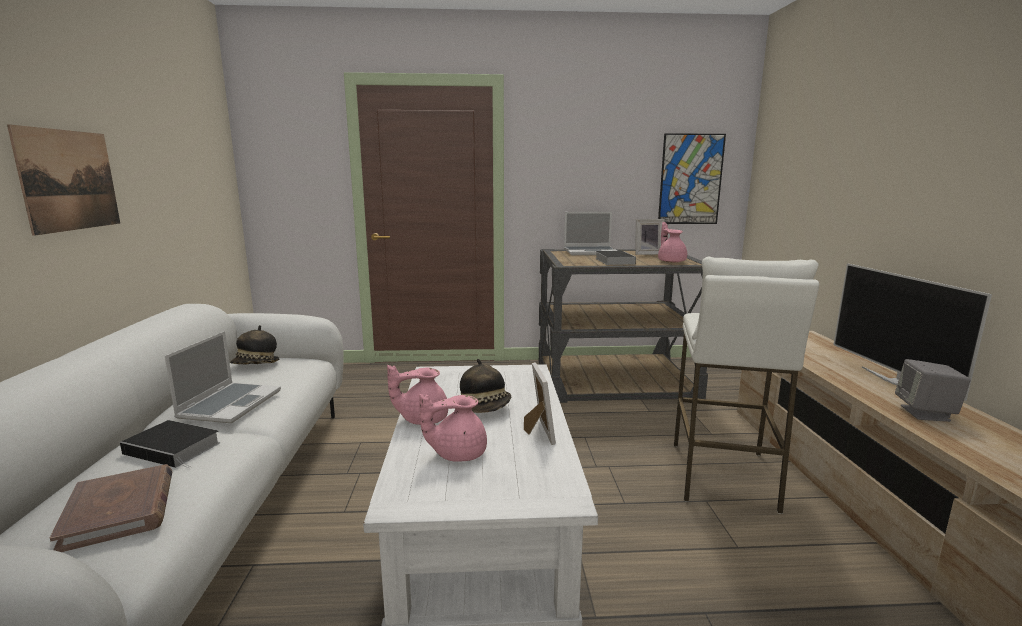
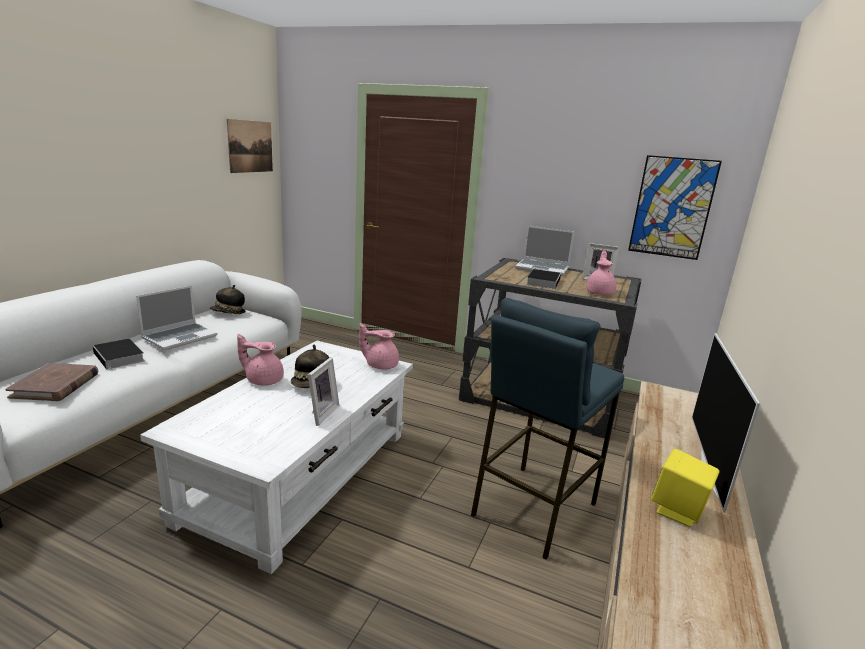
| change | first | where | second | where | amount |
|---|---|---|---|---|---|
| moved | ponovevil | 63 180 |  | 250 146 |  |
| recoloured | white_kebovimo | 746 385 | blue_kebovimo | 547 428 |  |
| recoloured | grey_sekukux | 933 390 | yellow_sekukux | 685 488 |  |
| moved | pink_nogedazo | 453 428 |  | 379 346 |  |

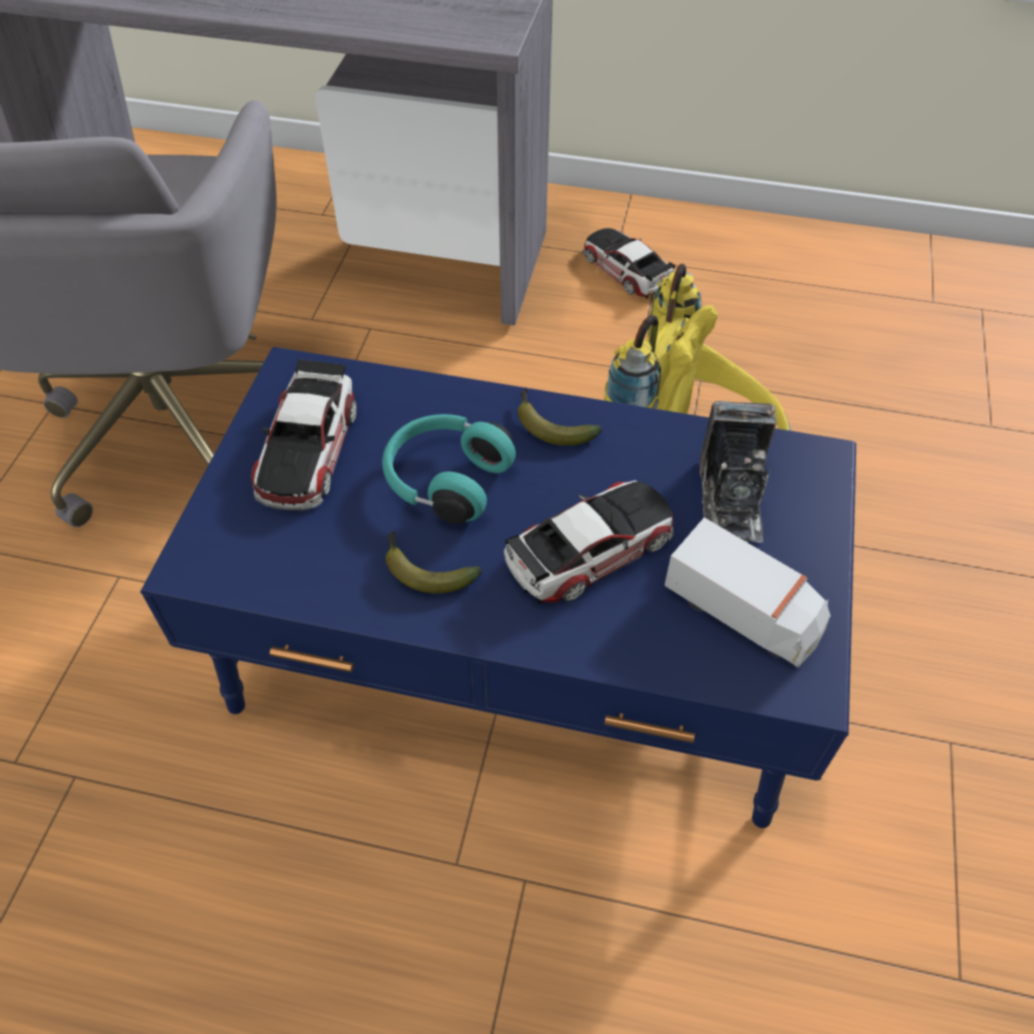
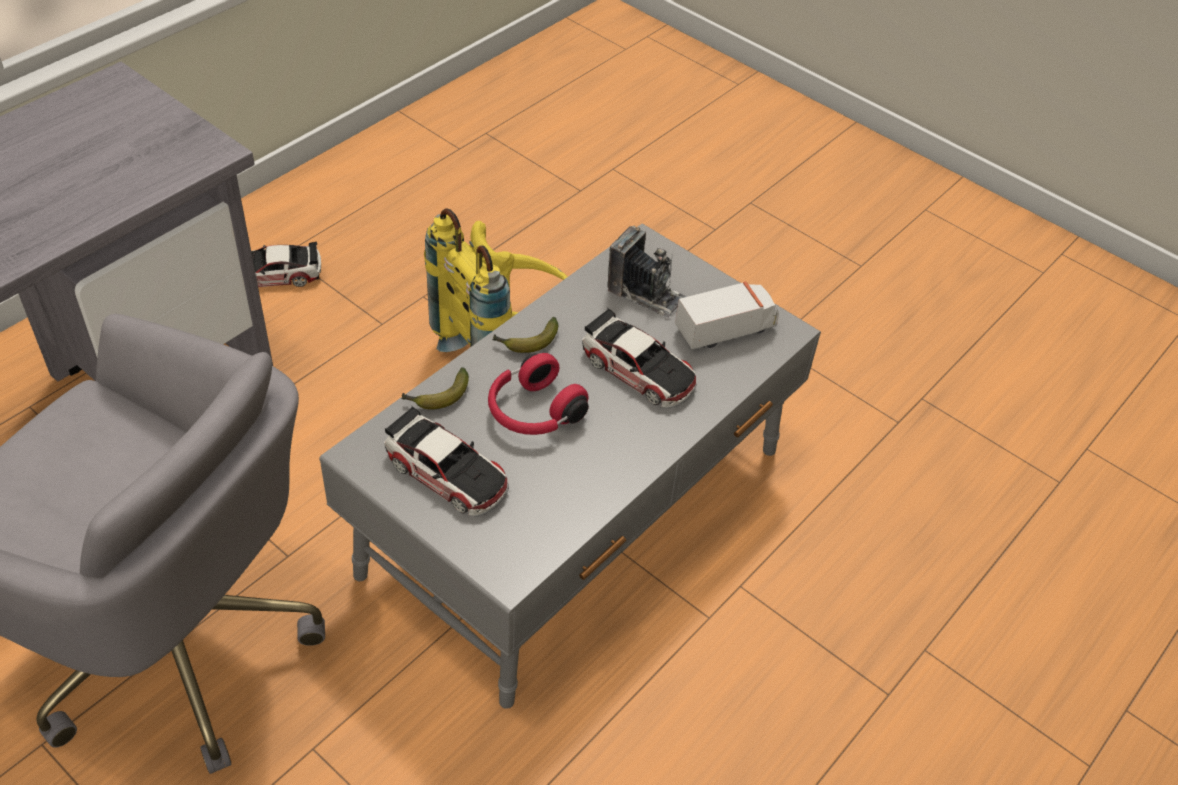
| change | first | where | second | where | amount |
|---|---|---|---|---|---|
| recoloured | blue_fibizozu | 498 587 | grey_fibizozu | 570 466 |  |
| recoloured | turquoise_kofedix | 449 469 | red_kofedix | 538 394 |  |
| turned | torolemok | 589 542 |  | 639 358 | 135 degrees clockwise |
| moved | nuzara | 433 561 |  | 435 388 |  |

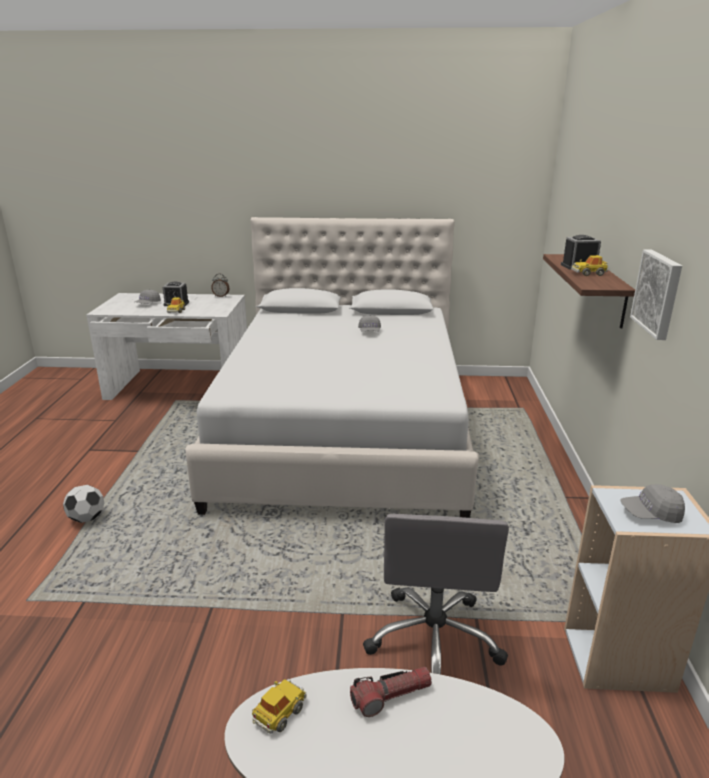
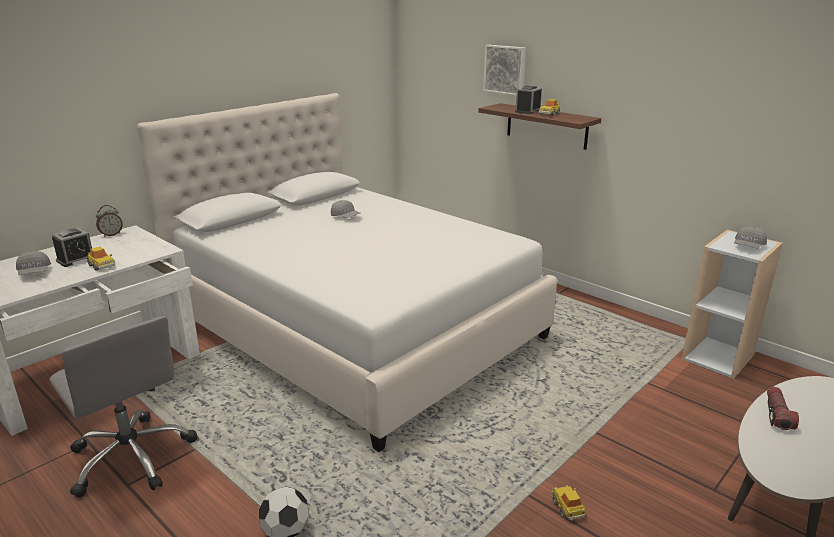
| change | first | where | second | where | amount |
|---|---|---|---|---|---|
| moved | ponovevil | 656 294 |  | 504 70 |  |
| moved | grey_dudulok | 436 594 |  | 123 407 |  |
| moved | torolemok | 279 706 |  | 569 502 |  |

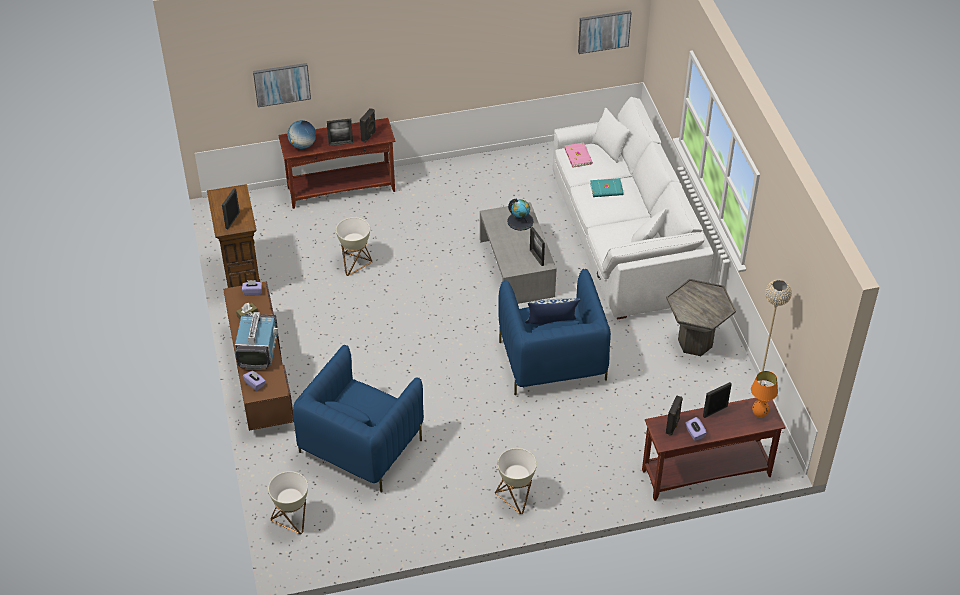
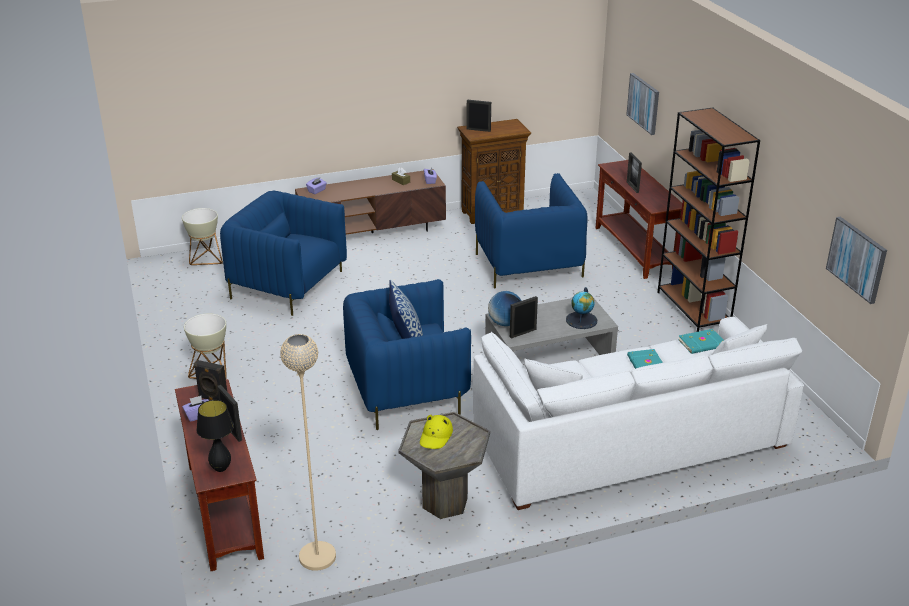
| change | first | where | second | where | amount |
|---|---|---|---|---|---|
| removed | black_sekukux | 368 125 |  |  |  |
| moved | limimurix | 301 134 |  | 505 308 |  |
| recoloured | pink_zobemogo | 578 155 | turquoise_zobemogo | 701 341 |  |
| replaced | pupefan | 354 246 | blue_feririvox | 531 231 |  |
| removed | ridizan | 256 341 |  |  |  |
| recoloured | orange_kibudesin | 764 394 | black_kibudesin | 215 436 |  |
| added |  |  | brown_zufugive | 708 220 |  |
| added |  |  | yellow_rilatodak | 436 432 |  |

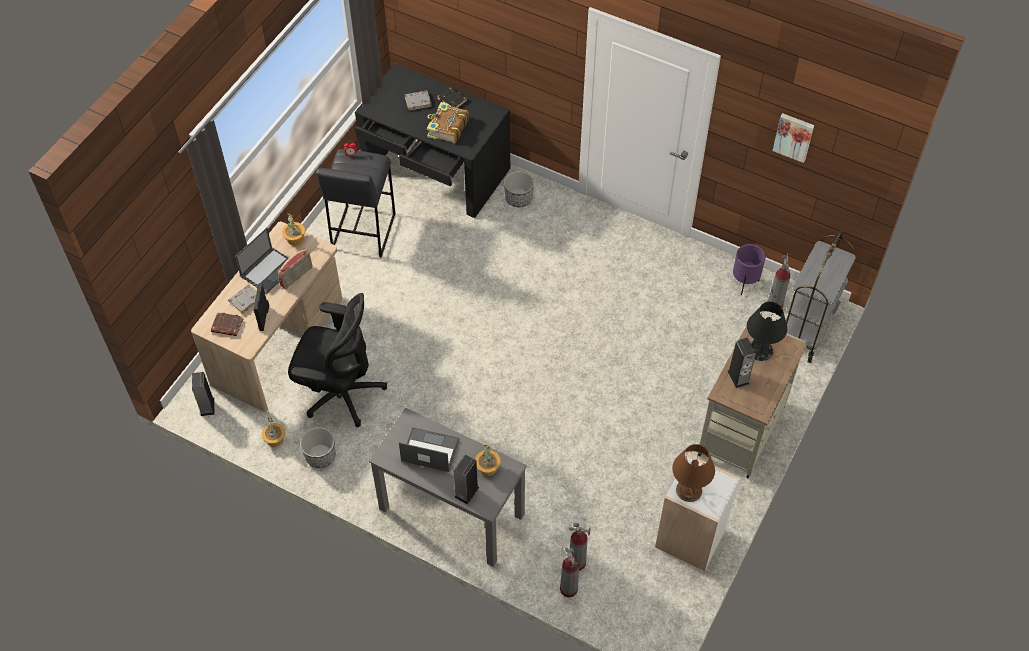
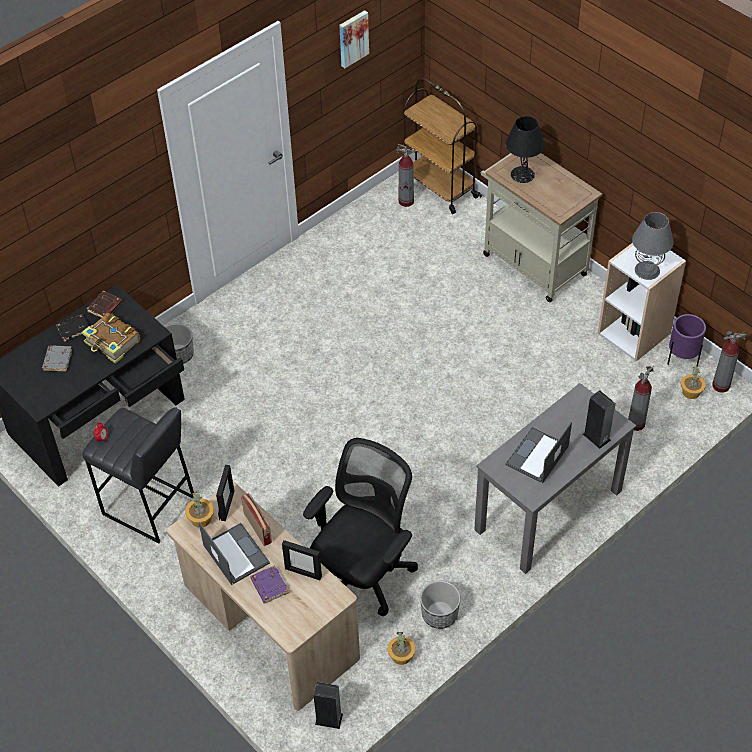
| change | first | where | second | where | amount |
|---|---|---|---|---|---|
| recoloured | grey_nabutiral | 821 296 | brown_nabutiral | 443 146 |  |
| moved | purple_pupefan | 749 269 |  | 687 340 |  |
| recoloured | grey_zobemogo | 242 299 | purple_zobemogo | 270 584 |  |
| moved | brown_zobemogo | 227 324 |  | 104 304 |  |
| removed | sekukux | 742 363 |  |  |  |
| recoloured | brown_kibudesin | 693 473 | grey_kibudesin | 653 246 |  |
| moved | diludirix | 488 460 |  | 693 382 |  |
| moved | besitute | 569 572 |  | 729 362 |  |
| added |  |  | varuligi | 225 493 |  |

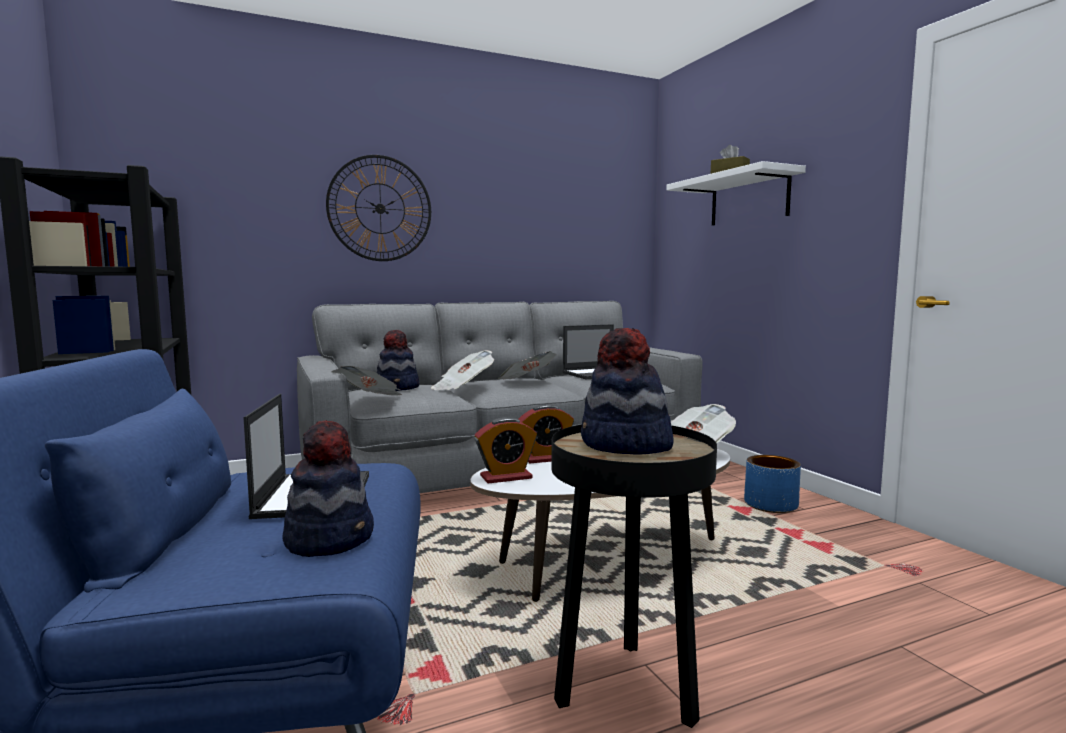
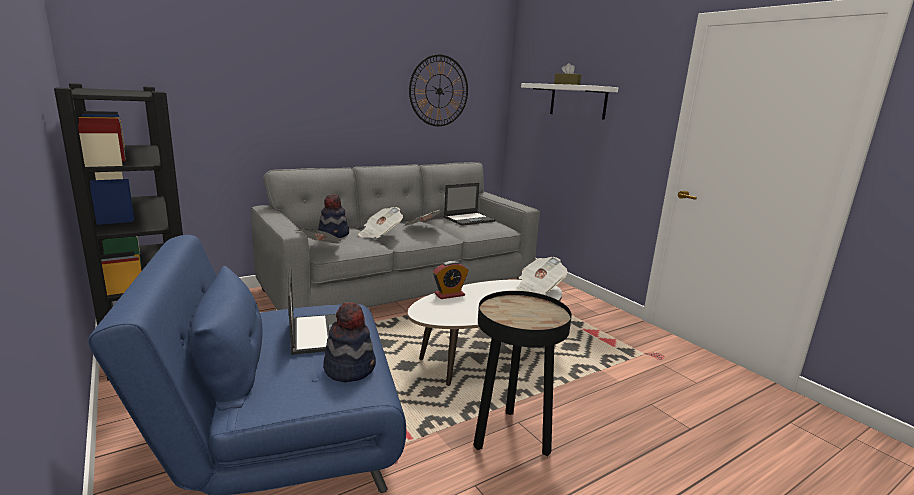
| change | first | where | second | where | amount |
|---|---|---|---|---|---|
| moved | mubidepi | 378 208 |  | 438 90 |  |
| removed | rilatodak | 627 391 |  |  |  |
| removed | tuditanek | 505 450 |  |  |  |
| removed | blue_pupefan | 772 484 |  |  |  |

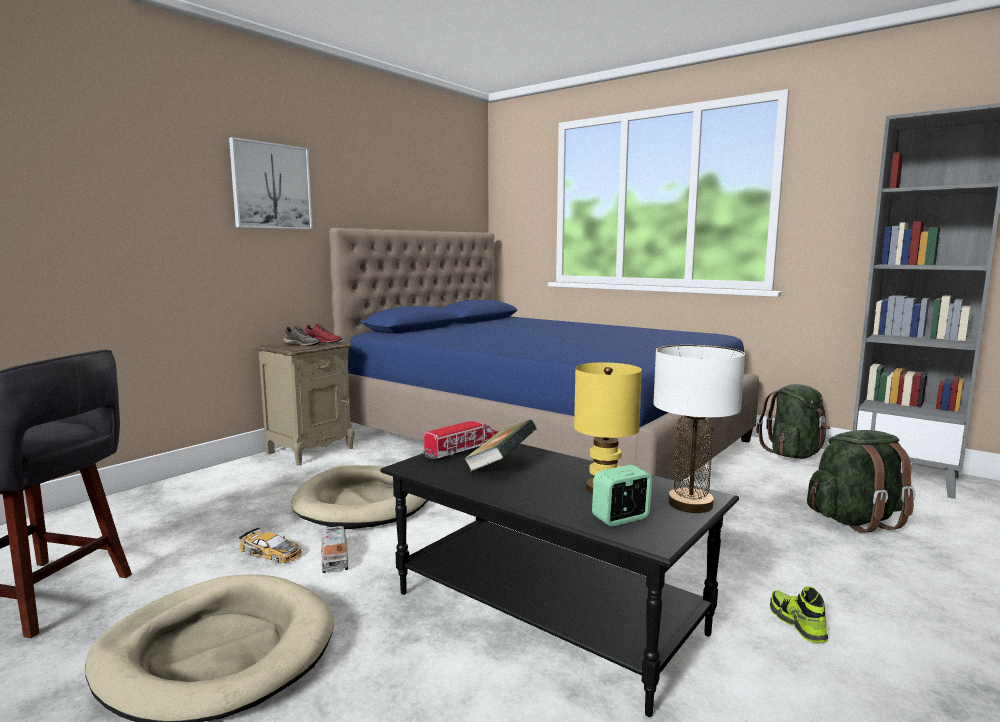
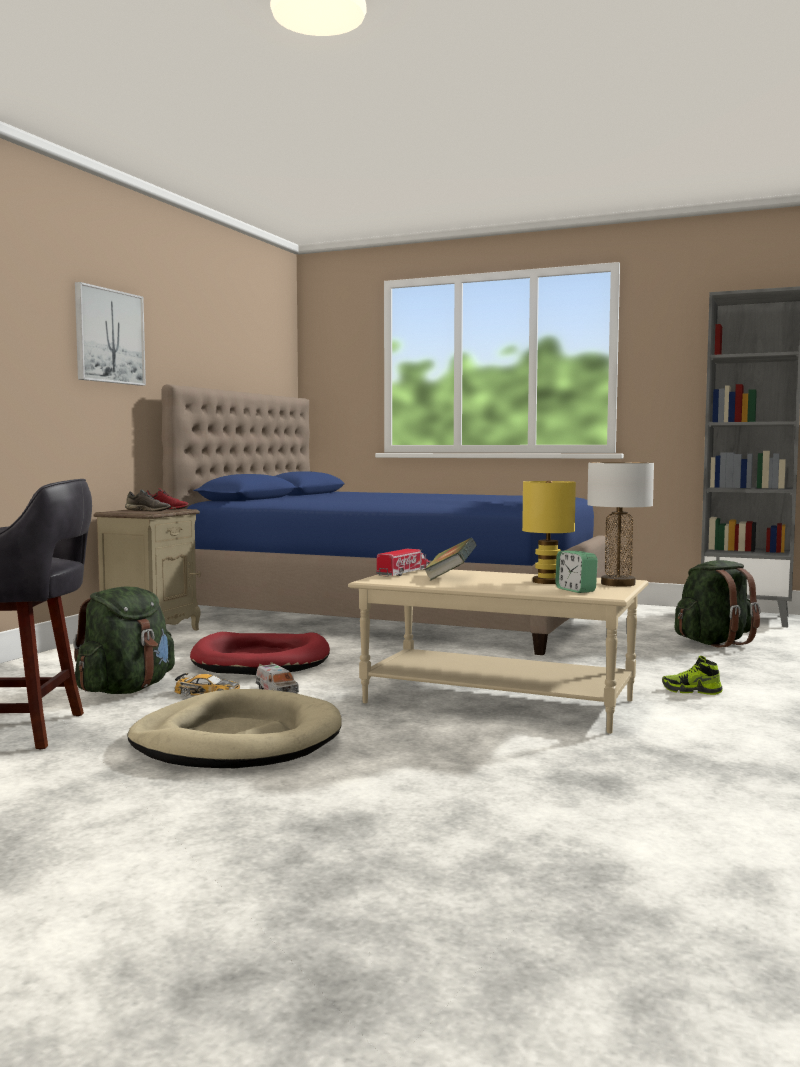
| change | first | where | second | where | amount |
|---|---|---|---|---|---|
| moved | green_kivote | 793 421 |  | 124 640 |  |
| recoloured | black_fibizozu | 559 580 | beige_fibizozu | 498 651 |  |
| recoloured | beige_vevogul | 359 497 | red_vevogul | 260 653 |  |
| turned | tuditanek | 622 496 |  | 576 572 | 75 degrees counterclockwise |
| turned | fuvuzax | 799 614 |  | 692 675 | 45 degrees counterclockwise |

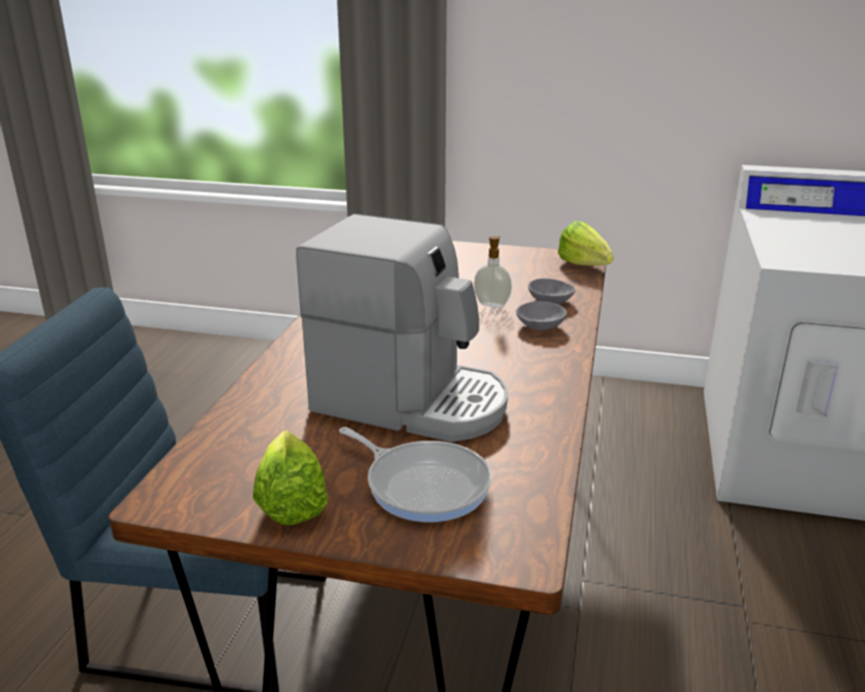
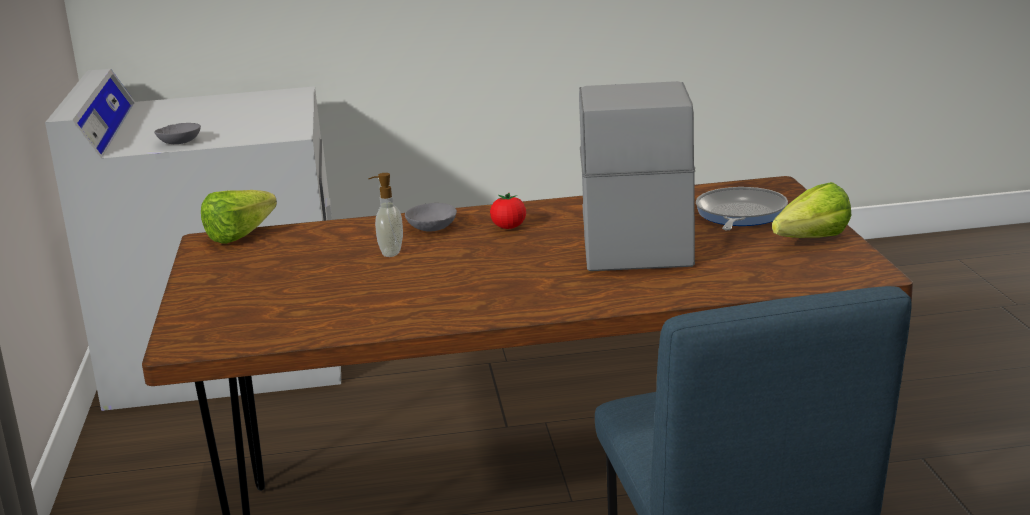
| change | first | where | second | where | amount |
|---|---|---|---|---|---|
| moved | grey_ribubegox | 551 291 |  | 177 133 |  |
| added |  |  | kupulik | 508 211 |  |

